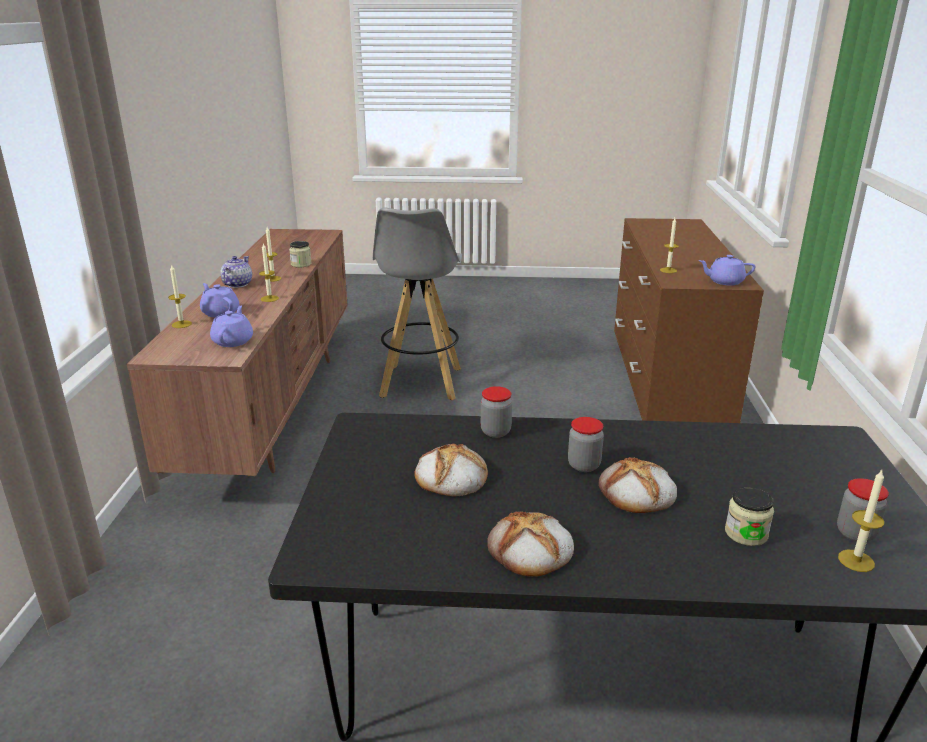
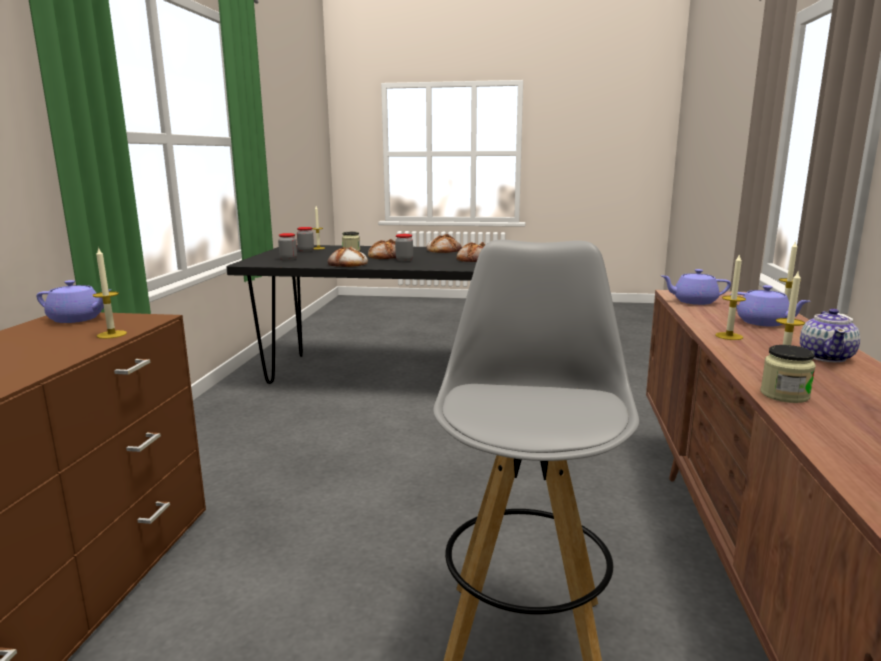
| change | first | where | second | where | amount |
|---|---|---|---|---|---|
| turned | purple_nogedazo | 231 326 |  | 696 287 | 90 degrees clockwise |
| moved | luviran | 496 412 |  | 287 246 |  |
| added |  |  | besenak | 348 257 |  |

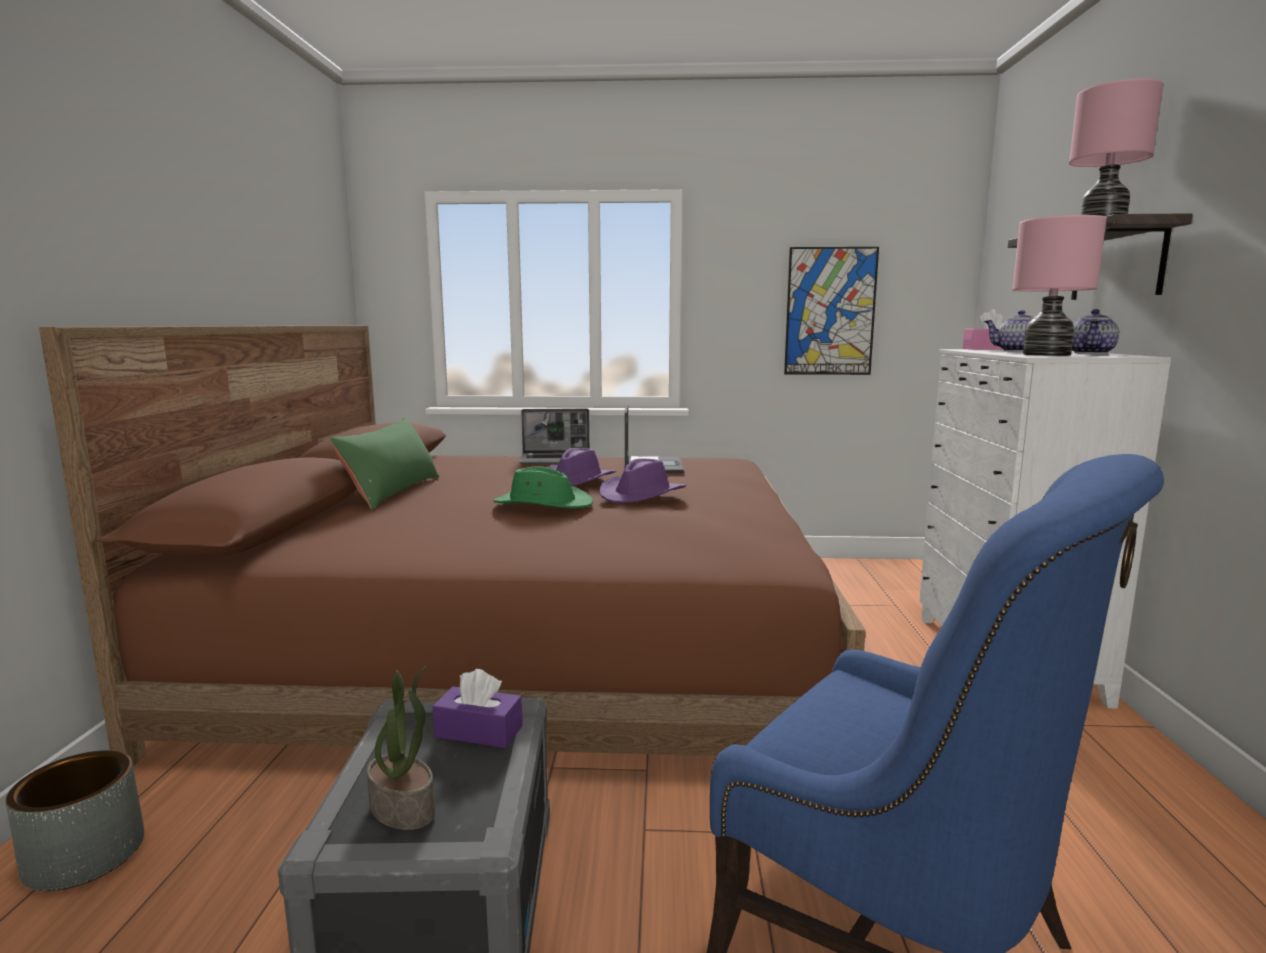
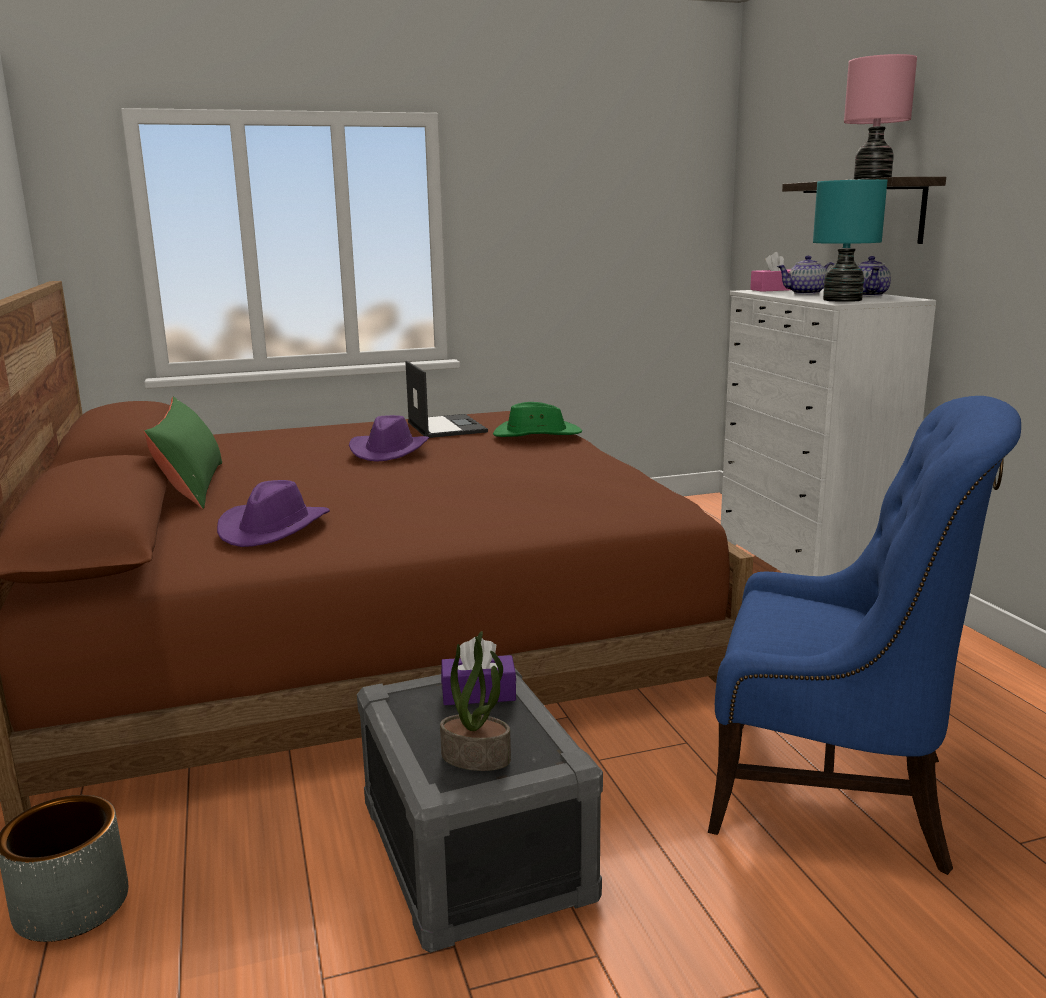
| change | first | where | second | where | amount |
|---|---|---|---|---|---|
| recoloured | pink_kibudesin | 1059 285 | turquoise_kibudesin | 850 240 |  |
| removed | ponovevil | 831 311 |  |  |  |
| removed | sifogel | 554 436 |  |  |  |
| moved | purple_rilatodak | 642 480 |  | 273 513 |  |
| moved | green_rilatodak | 543 487 |  | 537 419 |  |

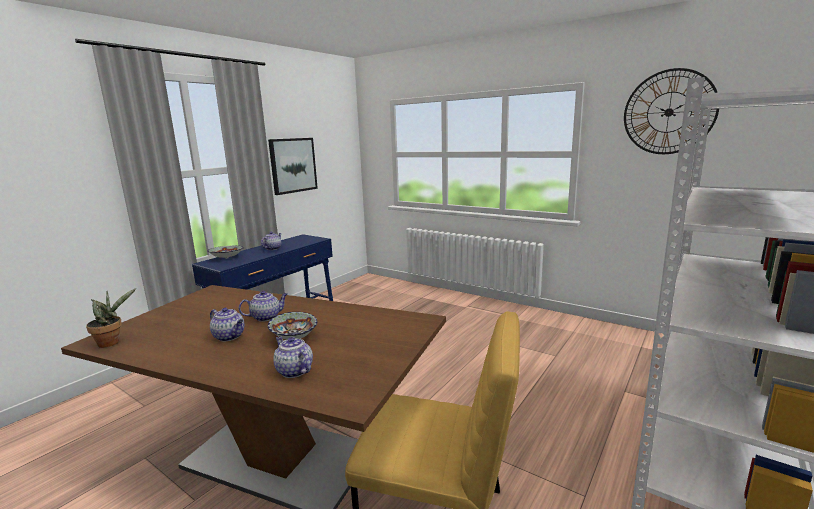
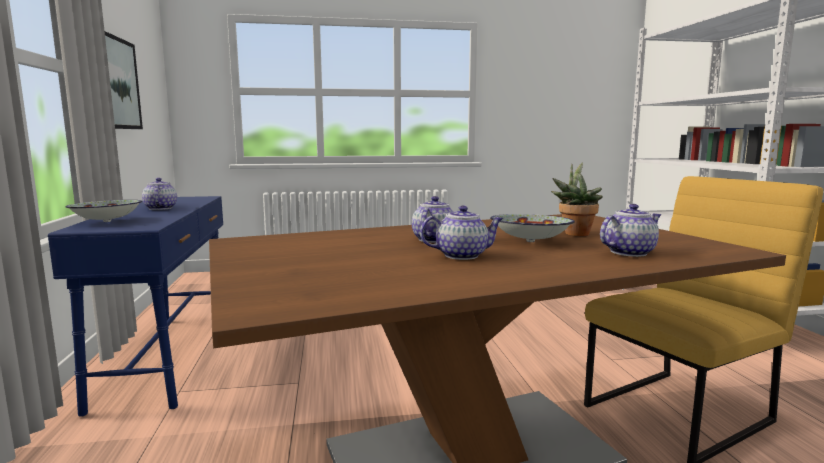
| change | first | where | second | where | amount |
|---|---|---|---|---|---|
| removed | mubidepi | 671 111 |  |  |  |
| moved | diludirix | 111 318 |  | 577 199 |  |
| turned | nogedazo | 293 357 |  | 630 230 | 150 degrees clockwise |

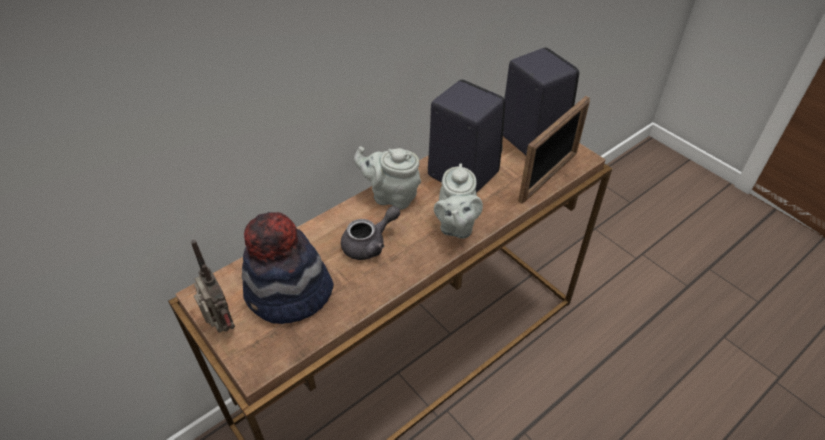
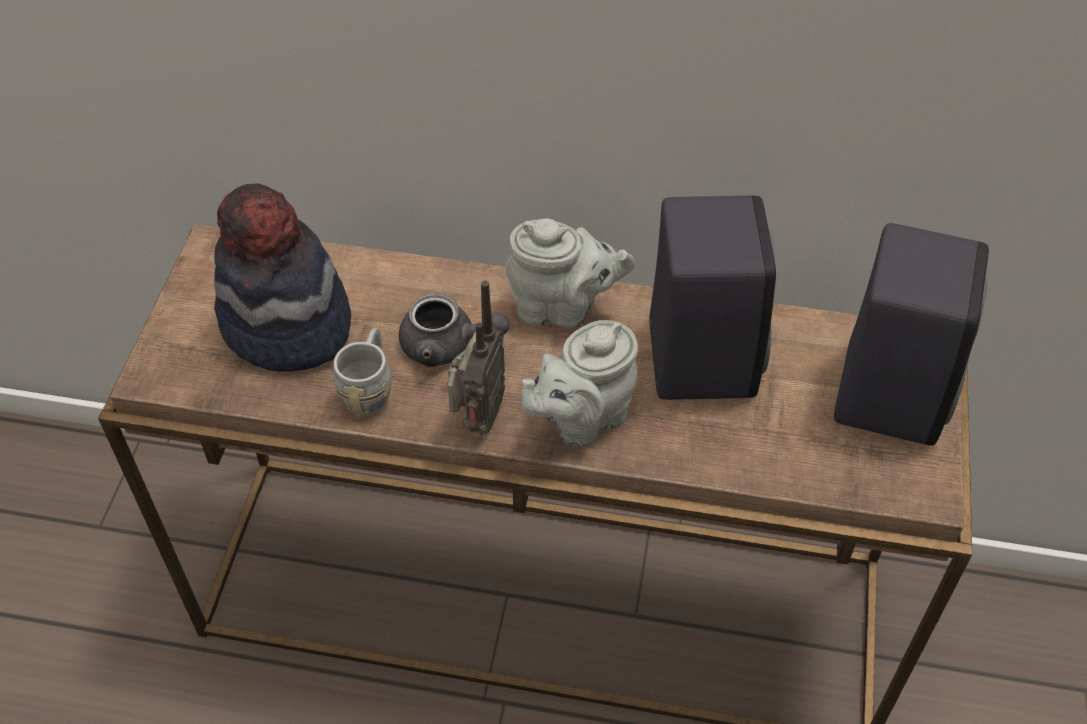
| change | first | where | second | where | amount |
|---|---|---|---|---|---|
| removed | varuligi | 554 149 |  |  |  |
| turned | grey_nogedazo | 387 178 |  | 571 273 | 120 degrees clockwise |
| moved | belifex | 213 286 |  | 476 358 |  |
| added |  |  | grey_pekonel | 362 372 |  |

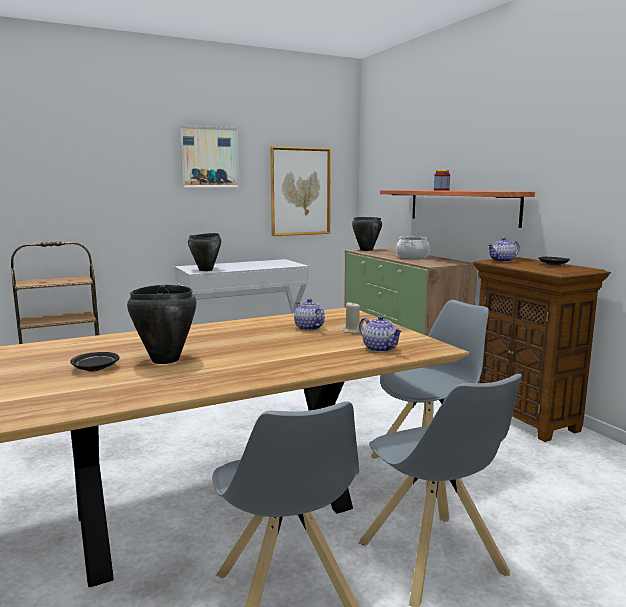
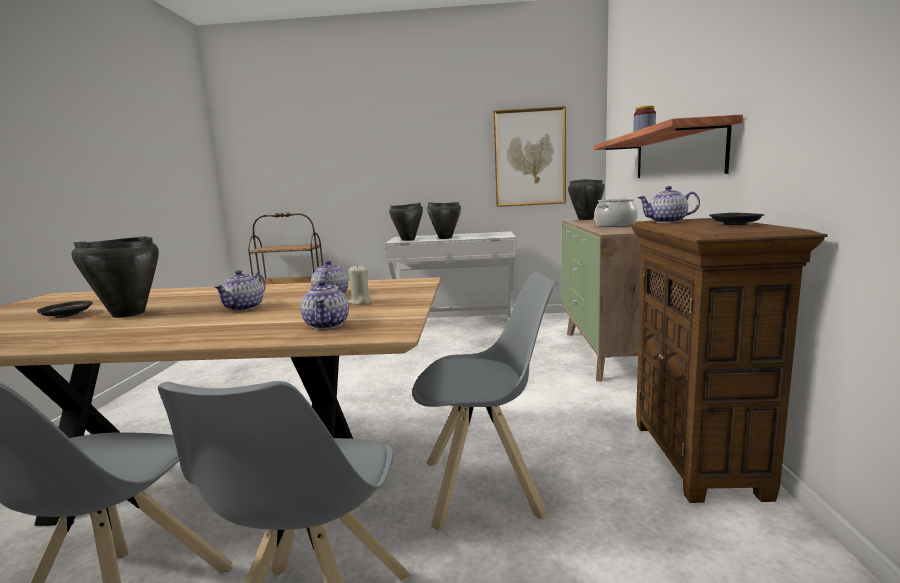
| change | first | where | second | where | amount |
|---|---|---|---|---|---|
| removed | ponovevil | 209 156 |  |  |  |
| added |  |  | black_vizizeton | 444 220 |  |
| added |  |  | nogedazo | 240 290 |  |

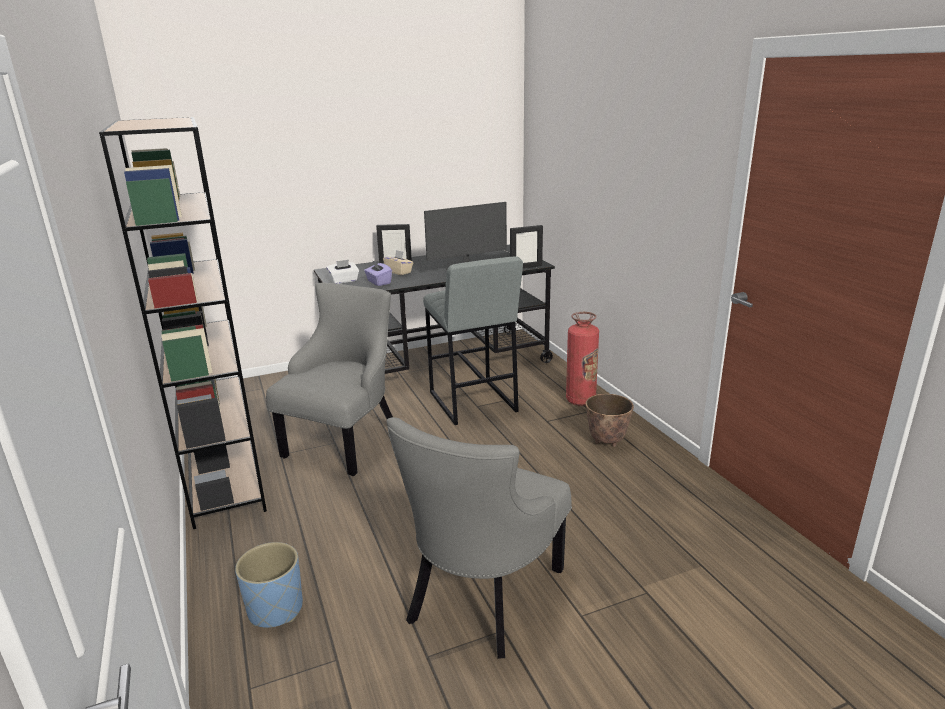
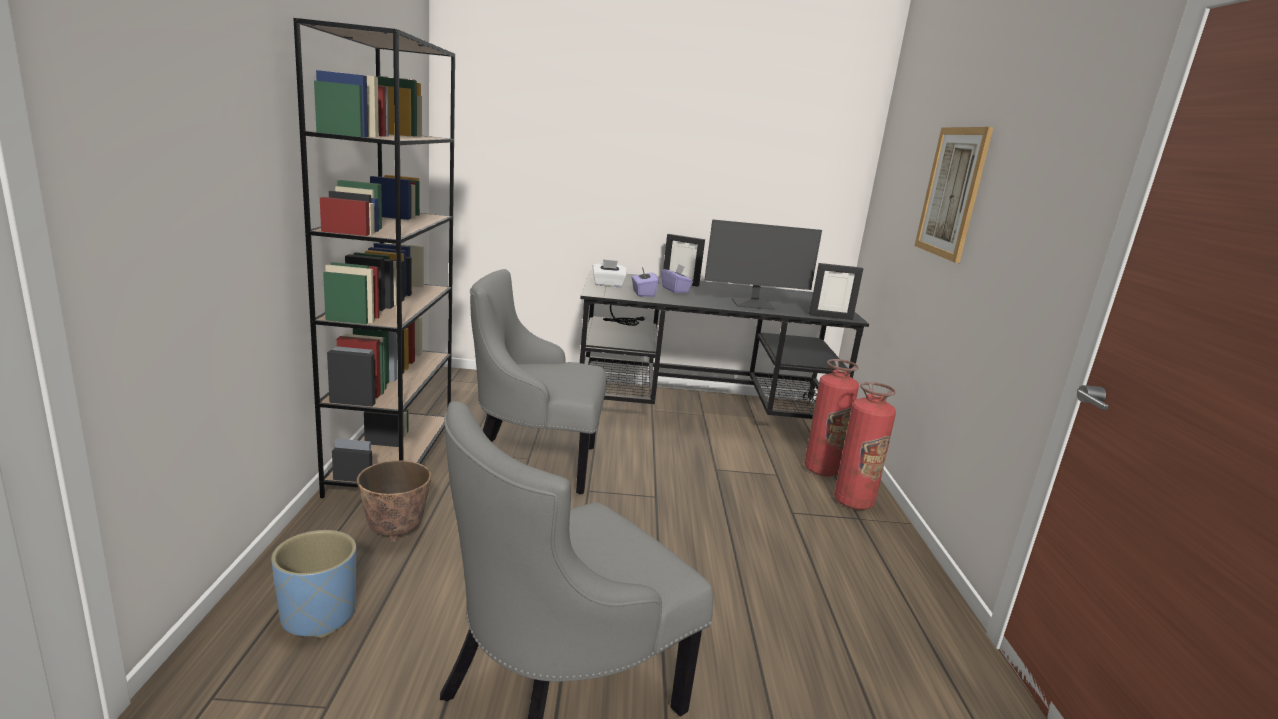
| change | first | where | second | where | amount |
|---|---|---|---|---|---|
| recoloured | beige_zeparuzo | 398 262 | purple_zeparuzo | 677 278 |  |
| removed | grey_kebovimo | 473 340 |  |  |  |
| turned | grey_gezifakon | 329 379 |  | 538 381 | 135 degrees counterclockwise |
| moved | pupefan | 609 420 |  | 394 501 |  |
| added |  |  | ponovevil | 954 195 |  |
| added |  |  | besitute | 831 417 |  |

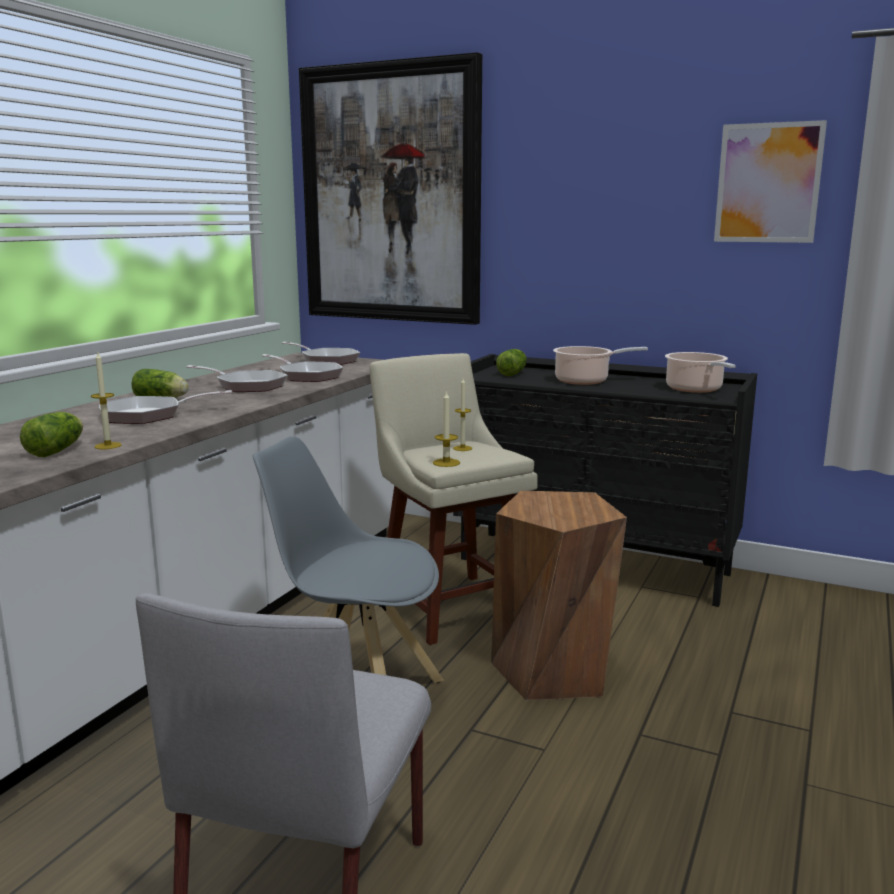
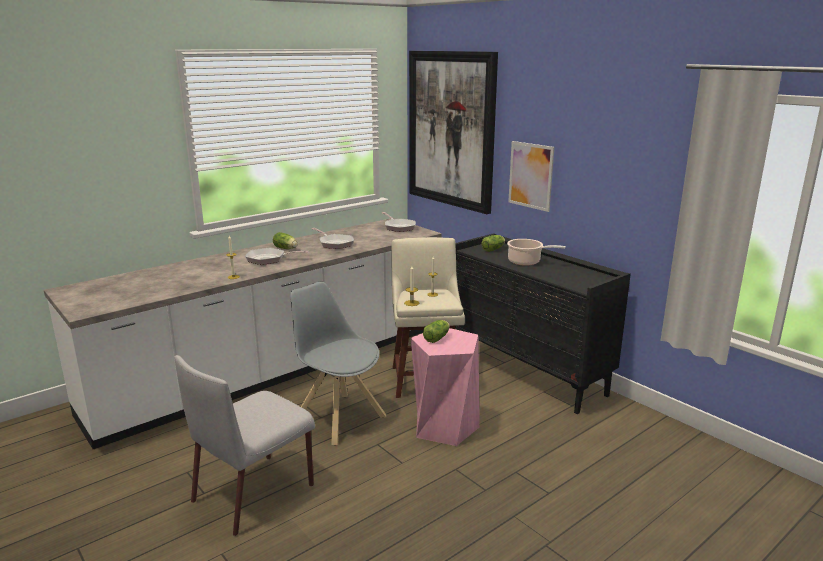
| change | first | where | second | where | amount |
|---|---|---|---|---|---|
| moved | ponovevil | 770 181 |  | 531 176 |  |
| removed | vizizeton | 700 372 |  |  |  |
| removed | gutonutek | 302 368 |  |  |  |
| moved | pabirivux | 51 434 |  | 436 331 |  |
| recoloured | brown_kebovimo | 559 595 | pink_kebovimo | 445 387 |  |

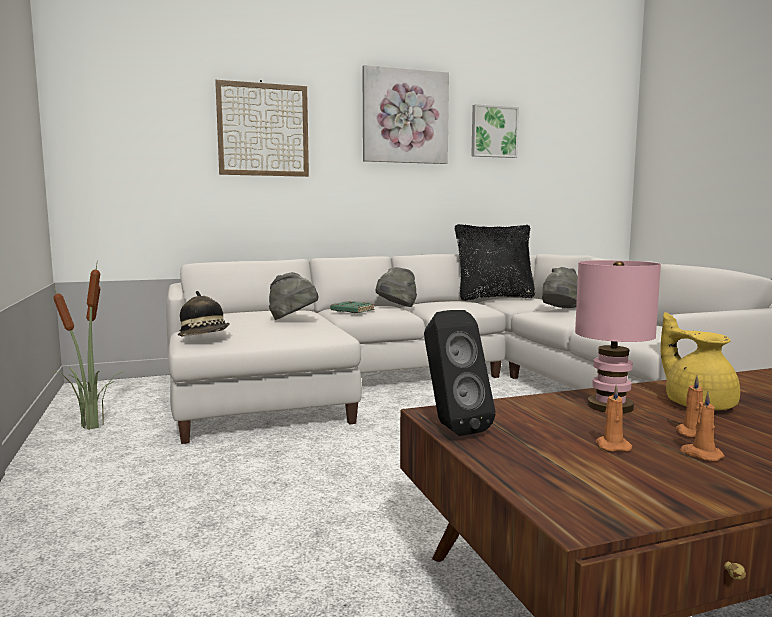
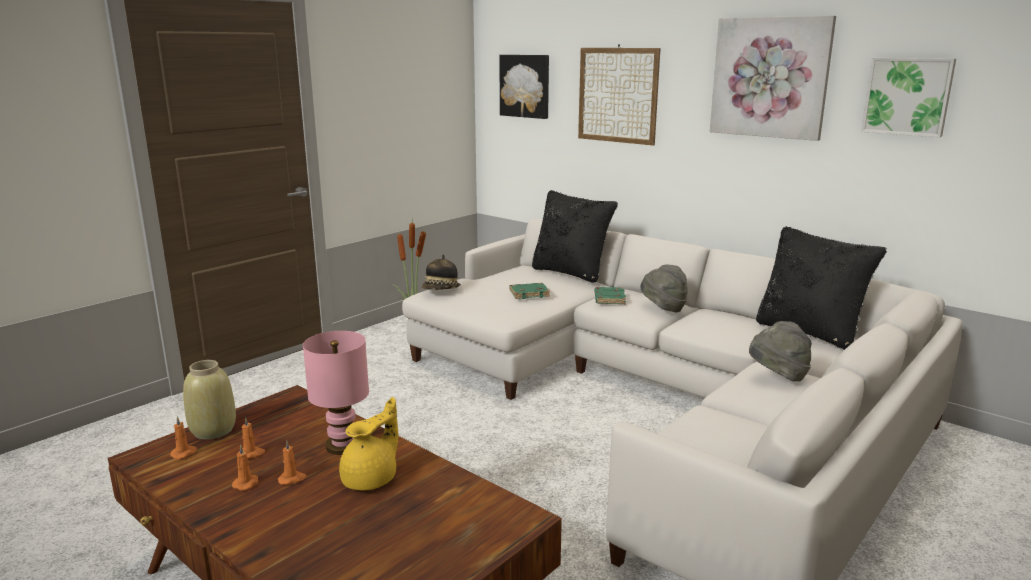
| change | first | where | second | where | amount |
|---|---|---|---|---|---|
| replaced | grey_rilatodak | 294 296 | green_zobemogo | 530 291 |  |
| removed | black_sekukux | 460 373 |  |  |  |
| added |  |  | ponovevil | 524 87 |  |
| added |  |  | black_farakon | 575 236 |  |
| added |  |  | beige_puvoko | 209 400 |  |
| added |  |  | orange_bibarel | 183 437 |  |

